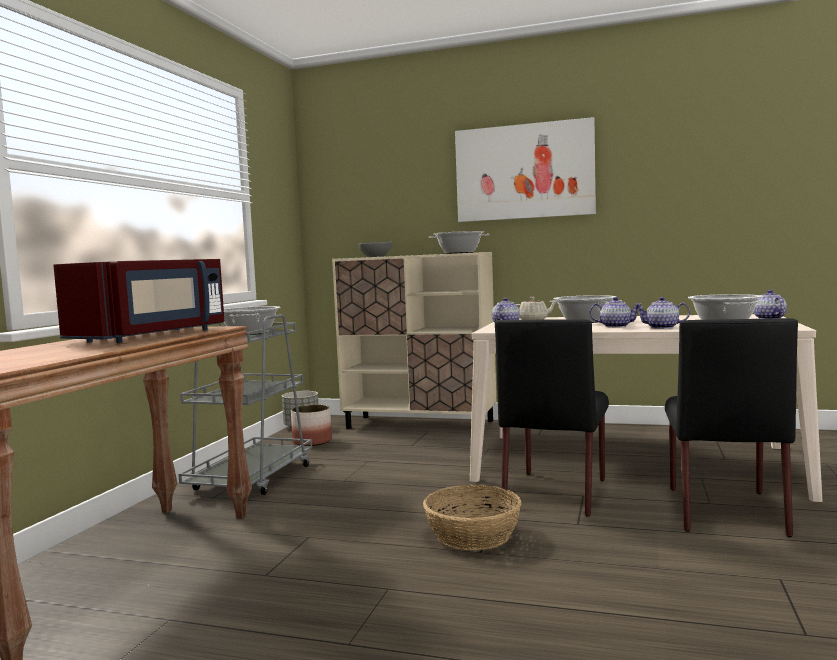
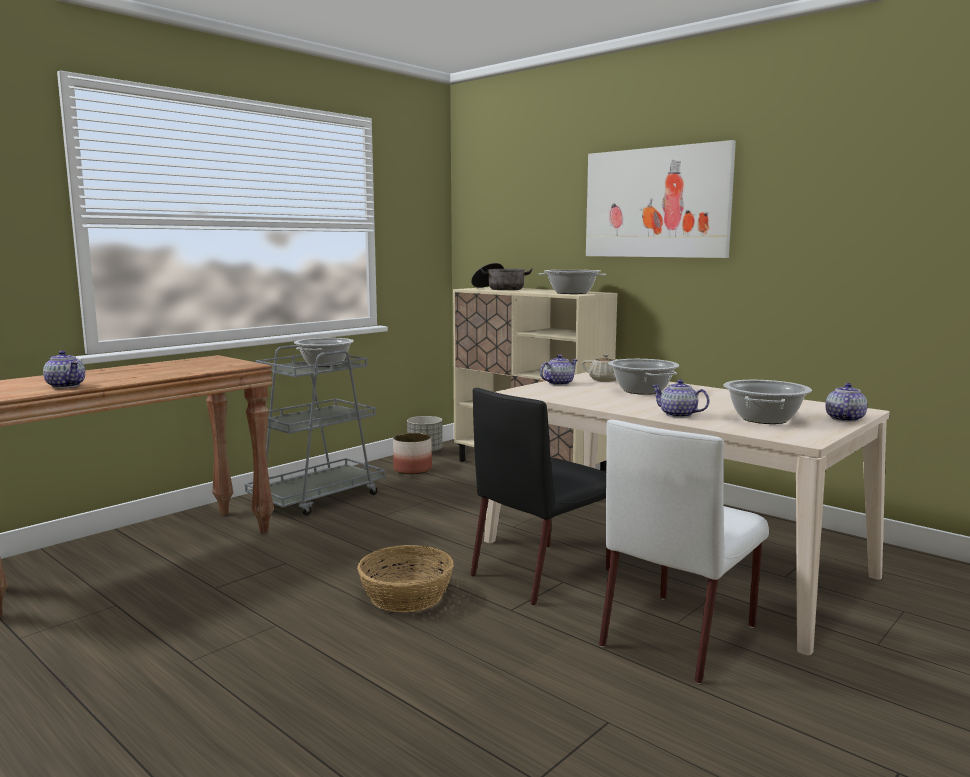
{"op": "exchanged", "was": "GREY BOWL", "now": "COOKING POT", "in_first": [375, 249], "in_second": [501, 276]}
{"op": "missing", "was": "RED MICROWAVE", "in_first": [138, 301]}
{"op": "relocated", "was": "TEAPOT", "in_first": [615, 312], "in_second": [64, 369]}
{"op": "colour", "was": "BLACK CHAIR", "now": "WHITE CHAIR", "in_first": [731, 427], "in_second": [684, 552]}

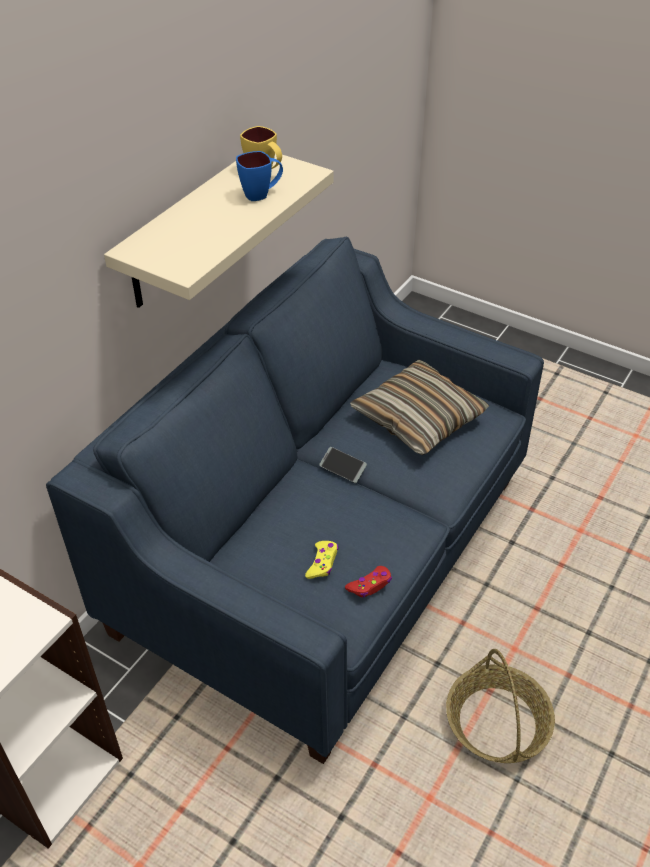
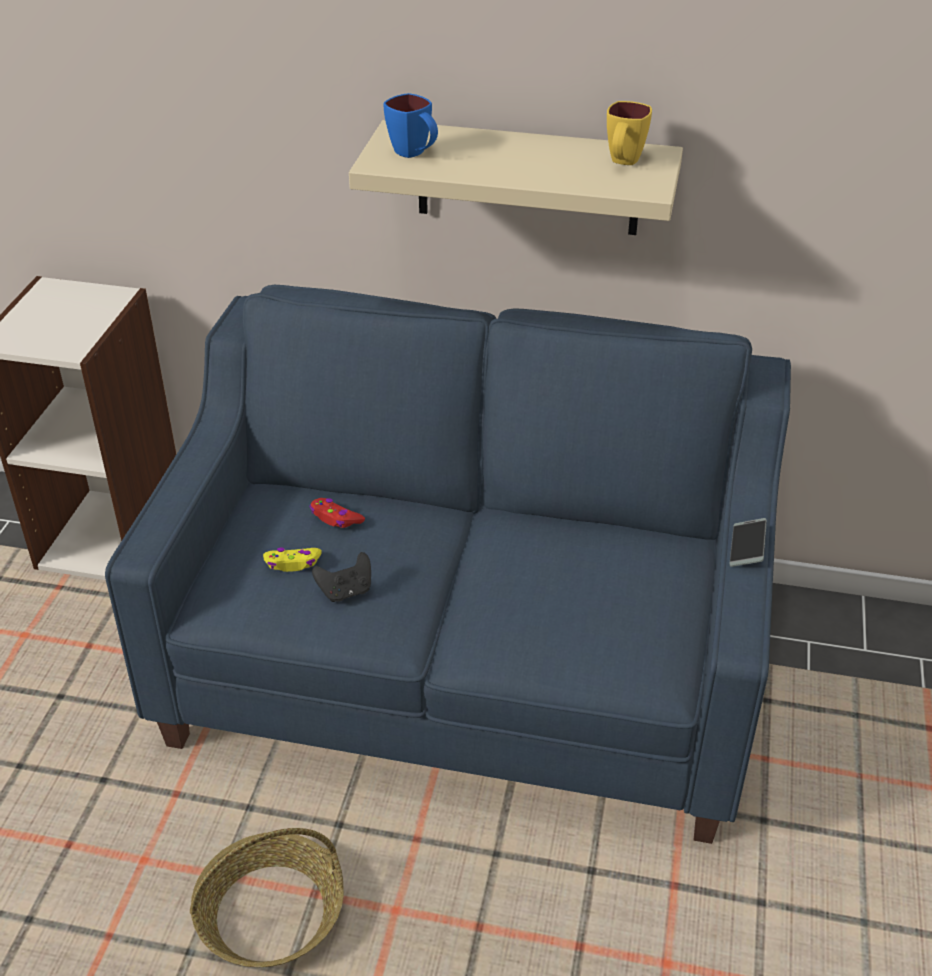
{"op": "relocated", "was": "BLUE MUG", "in_first": [259, 176], "in_second": [410, 125]}
{"op": "missing", "was": "PILLOW", "in_first": [419, 407]}
{"op": "relocated", "was": "PHONE", "in_first": [343, 465], "in_second": [748, 542]}
{"op": "relocated", "was": "RED GAME CONTROLLER", "in_first": [368, 582], "in_second": [337, 513]}
{"op": "appeared", "now": "BLACK GAME CONTROLLER", "in_second": [341, 577]}

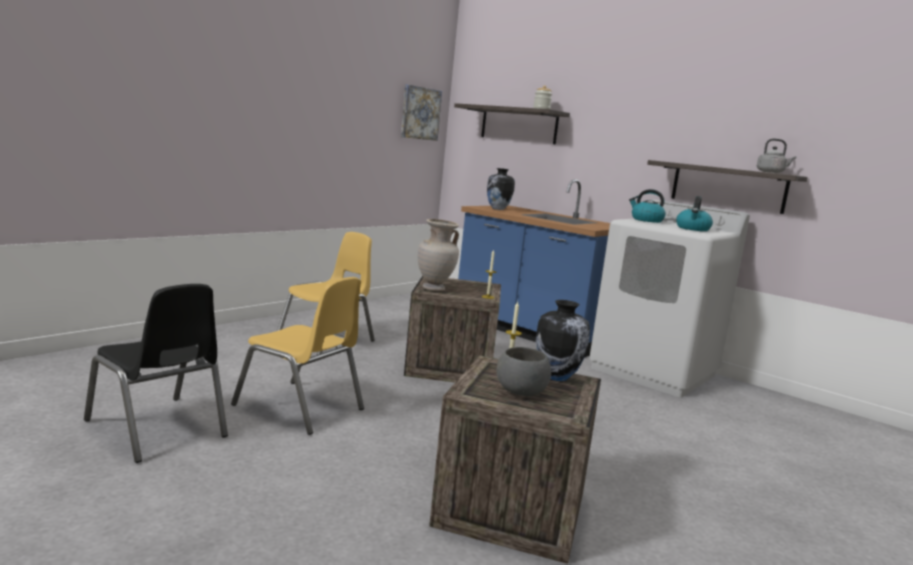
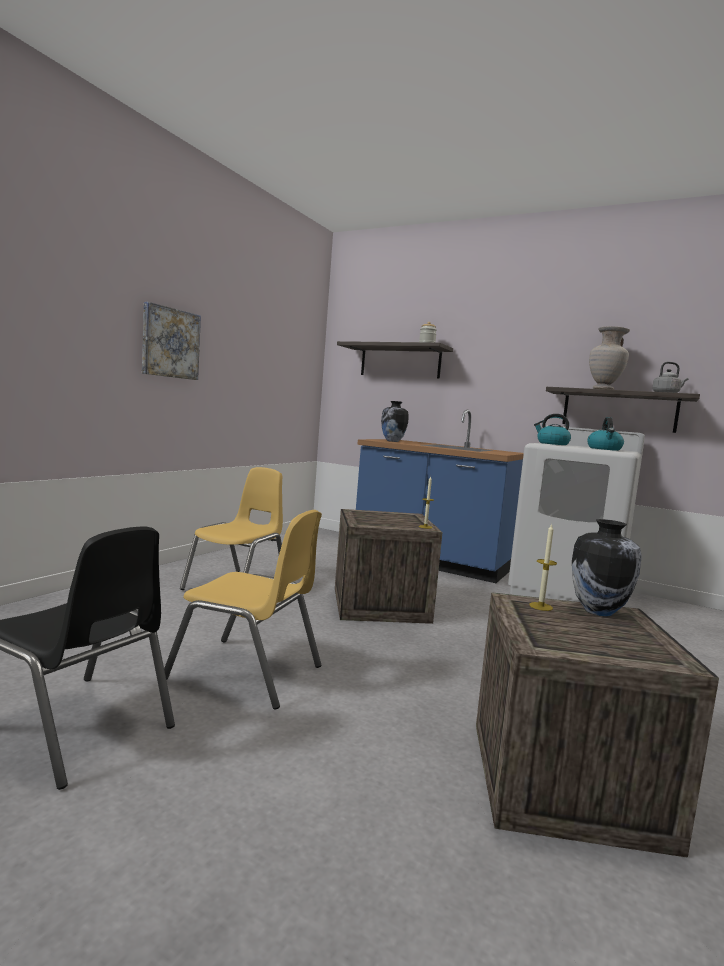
{"op": "relocated", "was": "PICTURE", "in_first": [421, 113], "in_second": [171, 341]}
{"op": "relocated", "was": "BEIGE VASE", "in_first": [438, 255], "in_second": [609, 358]}
{"op": "missing", "was": "GREY BOWL", "in_first": [523, 371]}

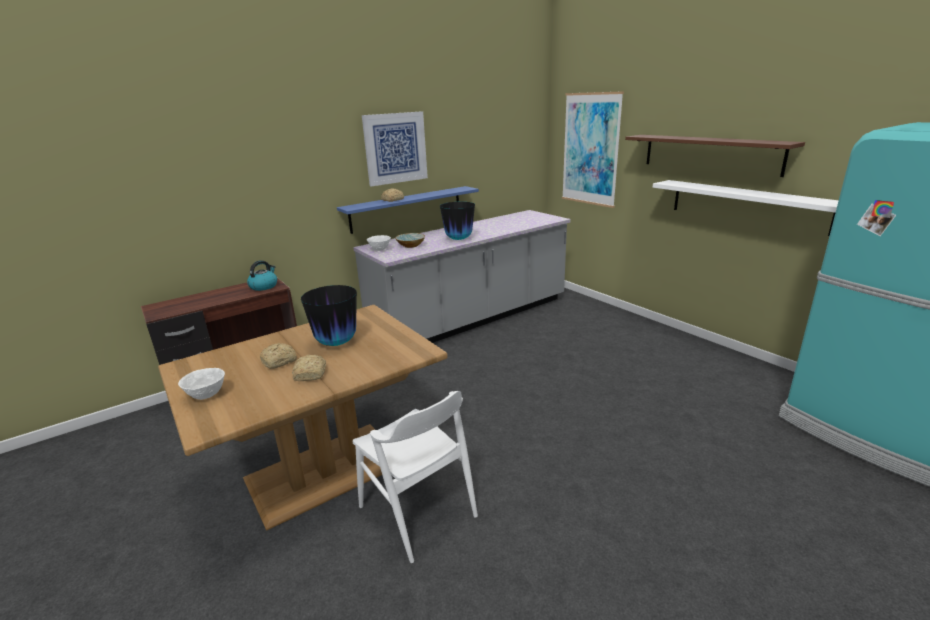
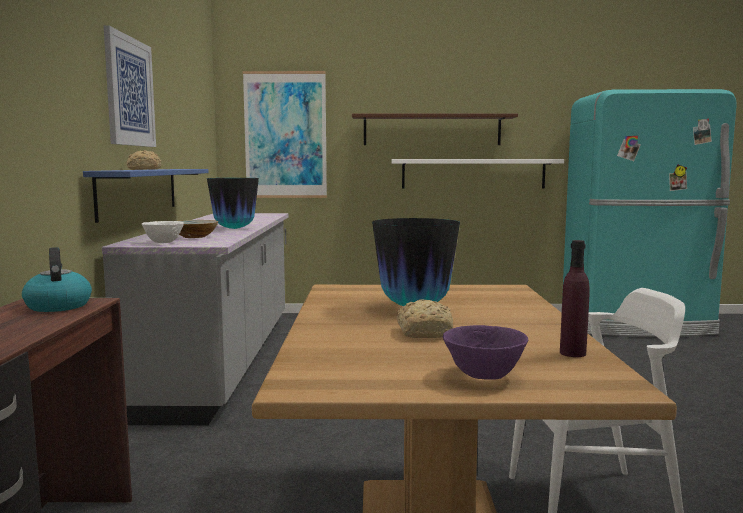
{"op": "missing", "was": "BREAD", "in_first": [309, 368]}
{"op": "colour", "was": "WHITE BOWL", "now": "PURPLE BOWL", "in_first": [201, 384], "in_second": [485, 352]}
{"op": "appeared", "now": "PURPLE BOTTLE", "in_second": [575, 298]}

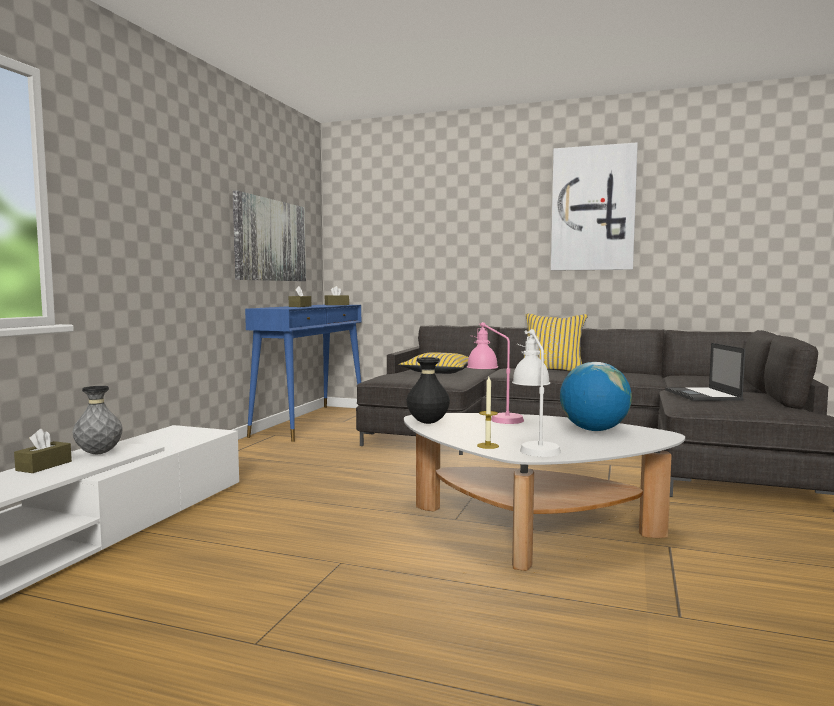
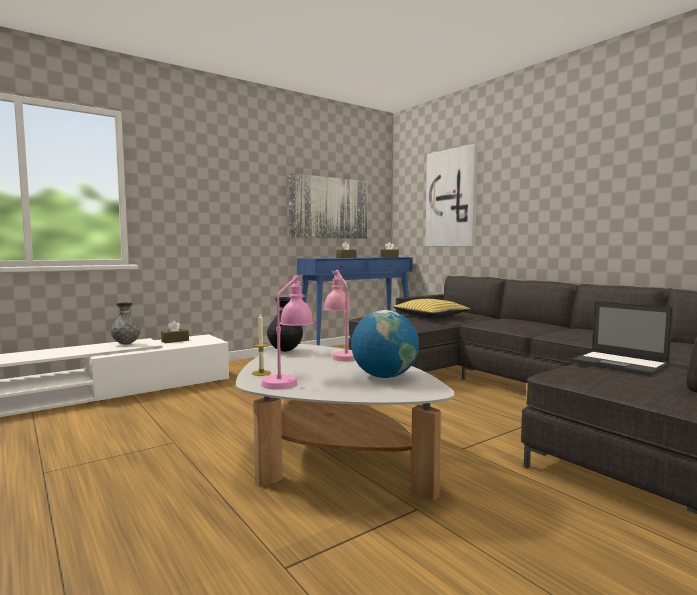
{"op": "relocated", "was": "PICTURE", "in_first": [594, 206], "in_second": [451, 194]}
{"op": "missing", "was": "YELLOW PILLOW", "in_first": [556, 342]}
{"op": "colour", "was": "WHITE TABLE LAMP", "now": "PINK TABLE LAMP", "in_first": [536, 393], "in_second": [287, 332]}
{"op": "spun", "was": "LAPTOP", "in_first": [705, 372], "in_second": [621, 338], "clockwise": -75}
{"op": "relocated", "was": "BROWN TISSUE BOX", "in_first": [43, 451], "in_second": [175, 332]}

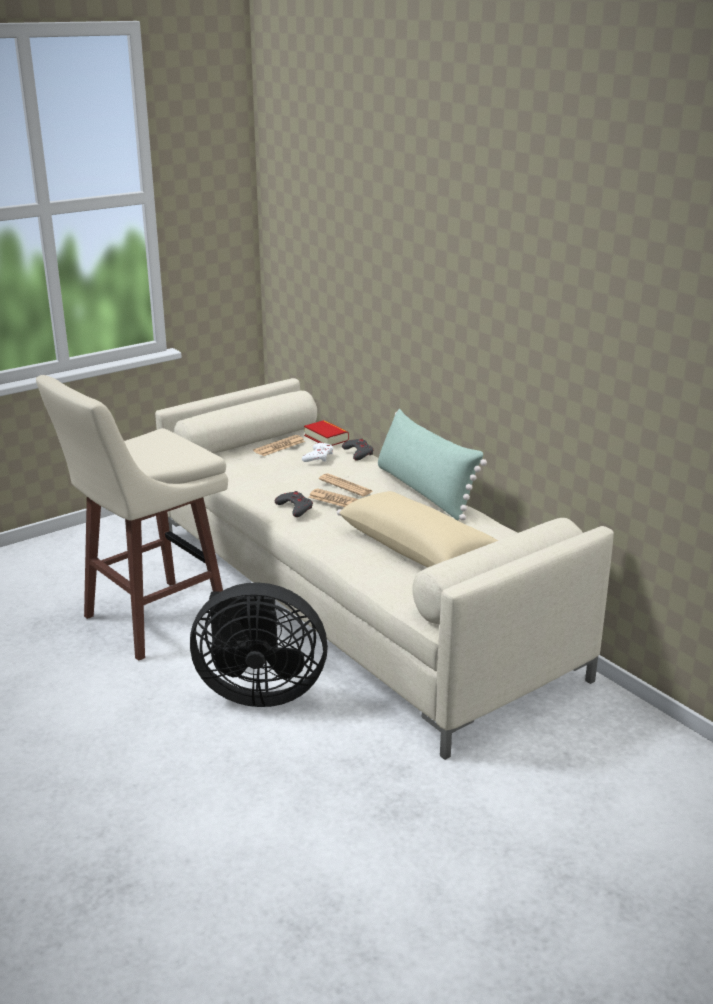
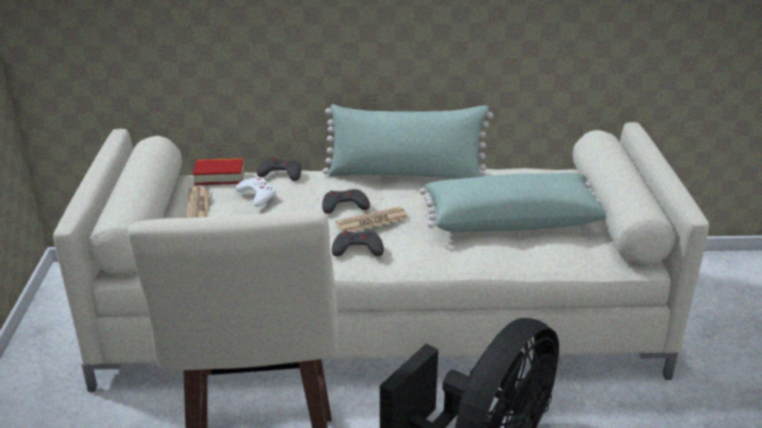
{"op": "exchanged", "was": "NEWSPAPER", "now": "GREY GAME CONTROLLER", "in_first": [346, 484], "in_second": [346, 201]}
{"op": "colour", "was": "BEIGE PILLOW", "now": "GREEN PILLOW", "in_first": [417, 529], "in_second": [513, 202]}

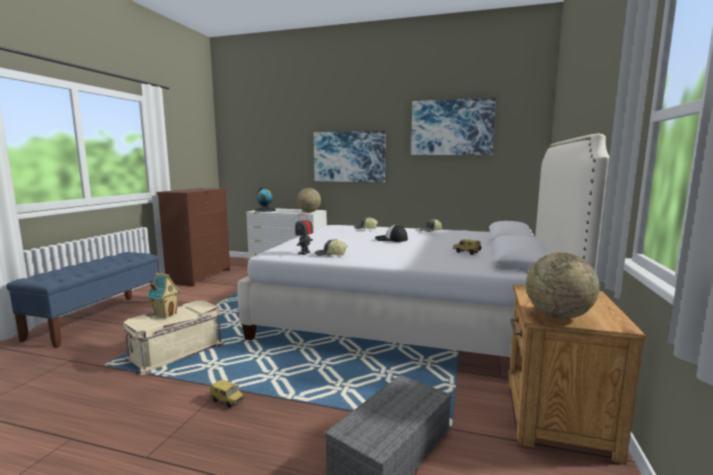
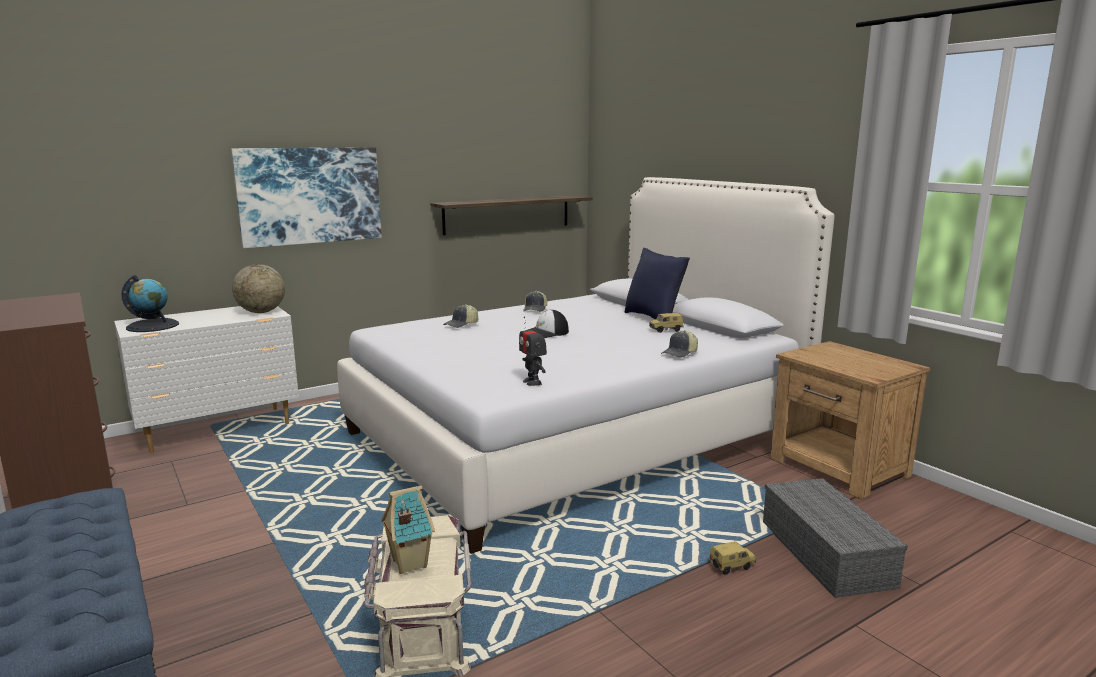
{"op": "missing", "was": "PICTURE", "in_first": [453, 126]}
{"op": "relocated", "was": "CAP", "in_first": [331, 247], "in_second": [679, 344]}
{"op": "missing", "was": "GLOBE", "in_first": [563, 285]}
{"op": "relocated", "was": "TOY CAR", "in_first": [227, 394], "in_second": [733, 558]}
{"op": "appeared", "now": "SHELF", "in_second": [511, 215]}
{"op": "appeared", "now": "BLUE PILLOW", "in_second": [657, 283]}

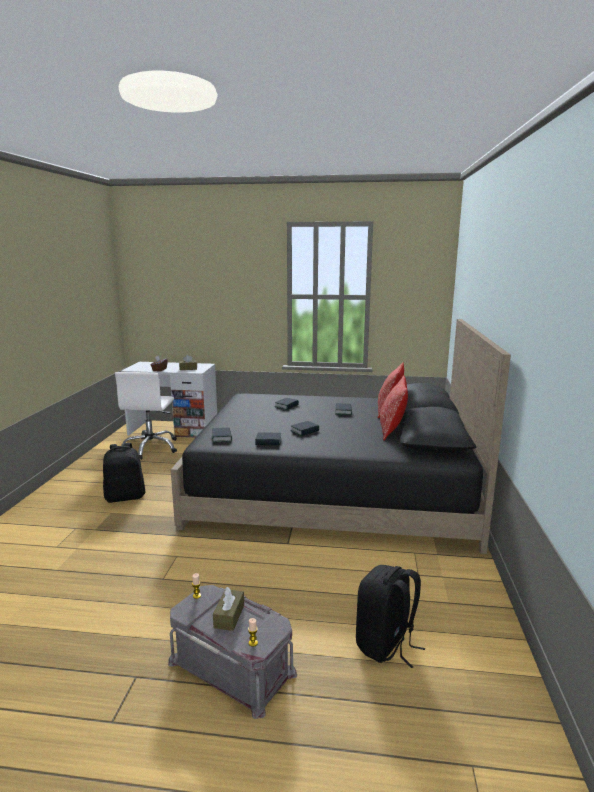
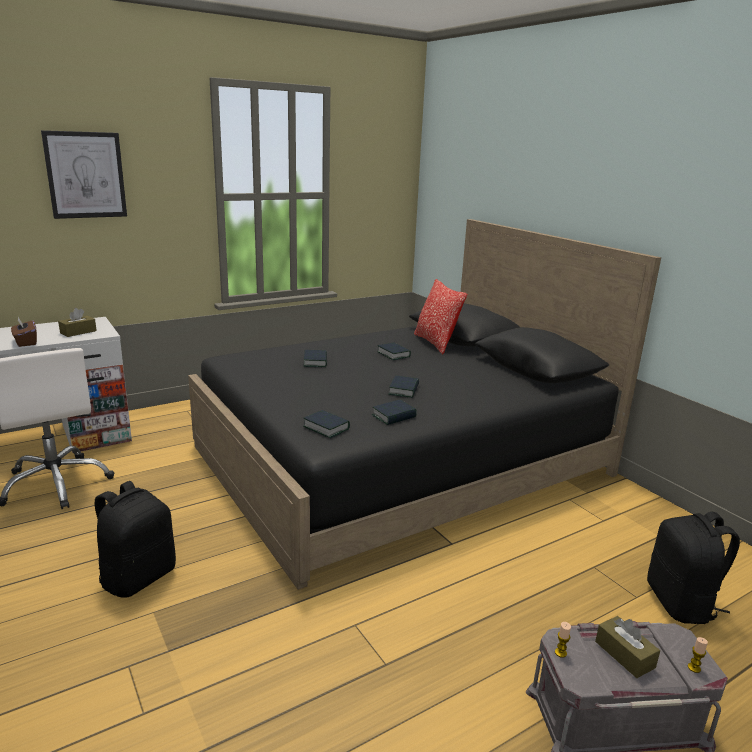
{"op": "missing", "was": "PILLOW", "in_first": [394, 408]}
{"op": "appeared", "now": "PICTURE", "in_second": [84, 174]}

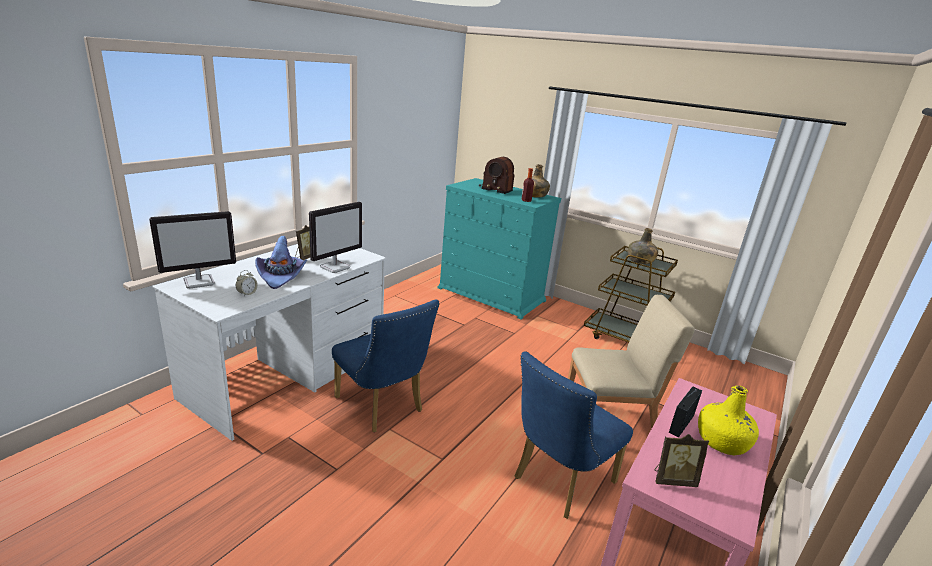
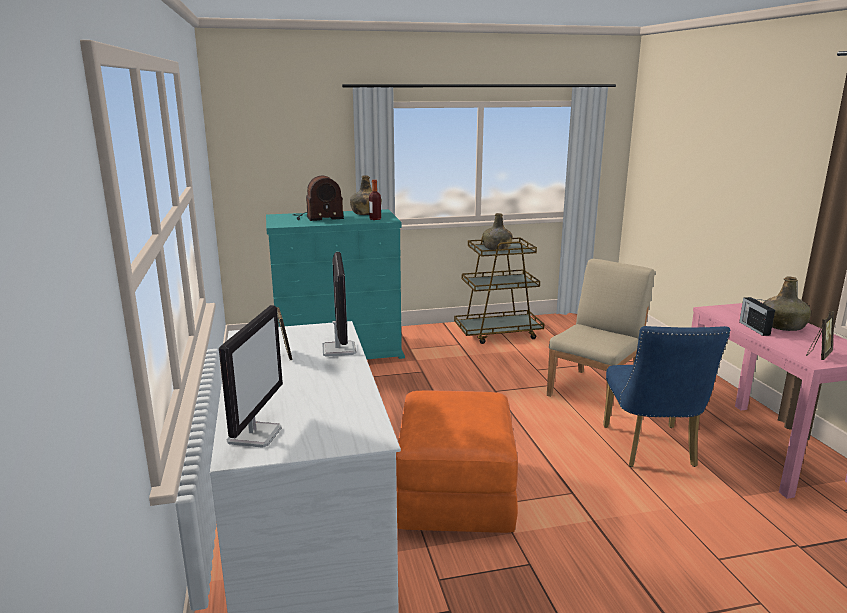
{"op": "missing", "was": "PURPLE HAT", "in_first": [281, 262]}
{"op": "missing", "was": "ALARM CLOCK", "in_first": [247, 283]}
{"op": "exchanged", "was": "BLUE CHAIR", "now": "ORANGE OTTOMAN", "in_first": [385, 365], "in_second": [457, 462]}
{"op": "colour", "was": "YELLOW BOTTLE", "now": "GREEN BOTTLE", "in_first": [728, 420], "in_second": [787, 303]}

